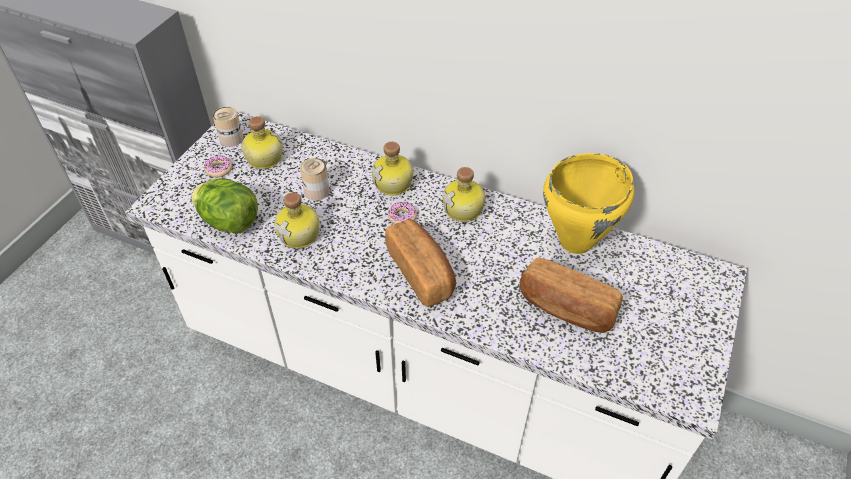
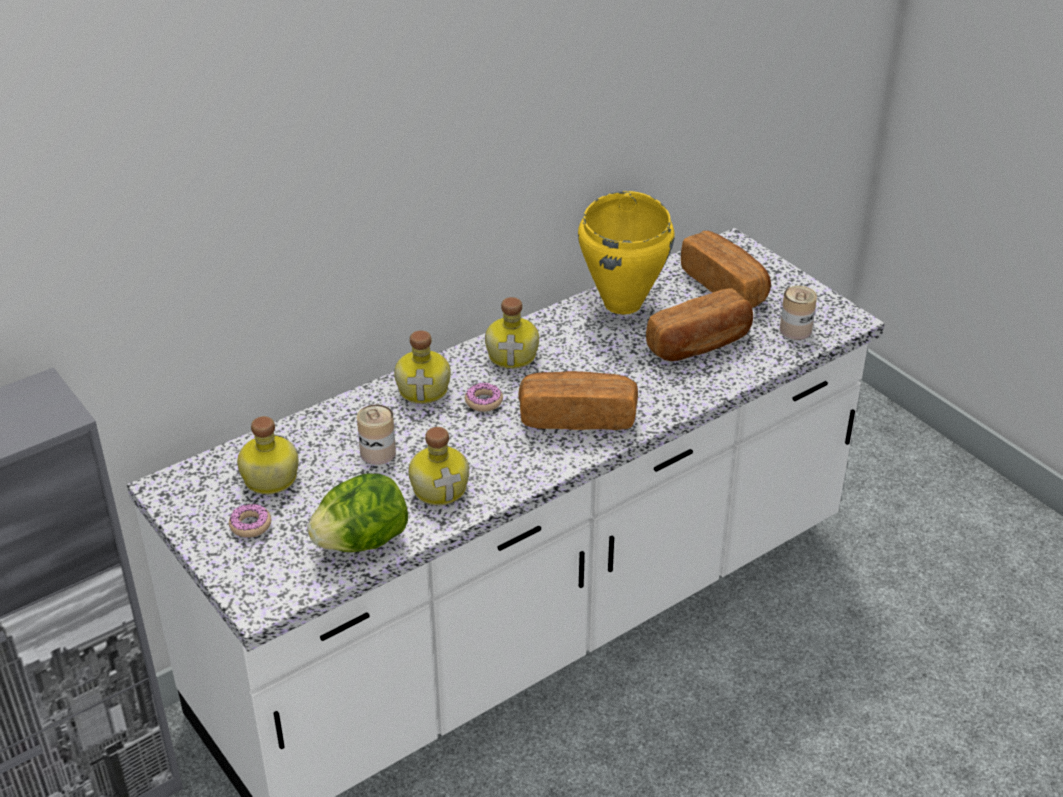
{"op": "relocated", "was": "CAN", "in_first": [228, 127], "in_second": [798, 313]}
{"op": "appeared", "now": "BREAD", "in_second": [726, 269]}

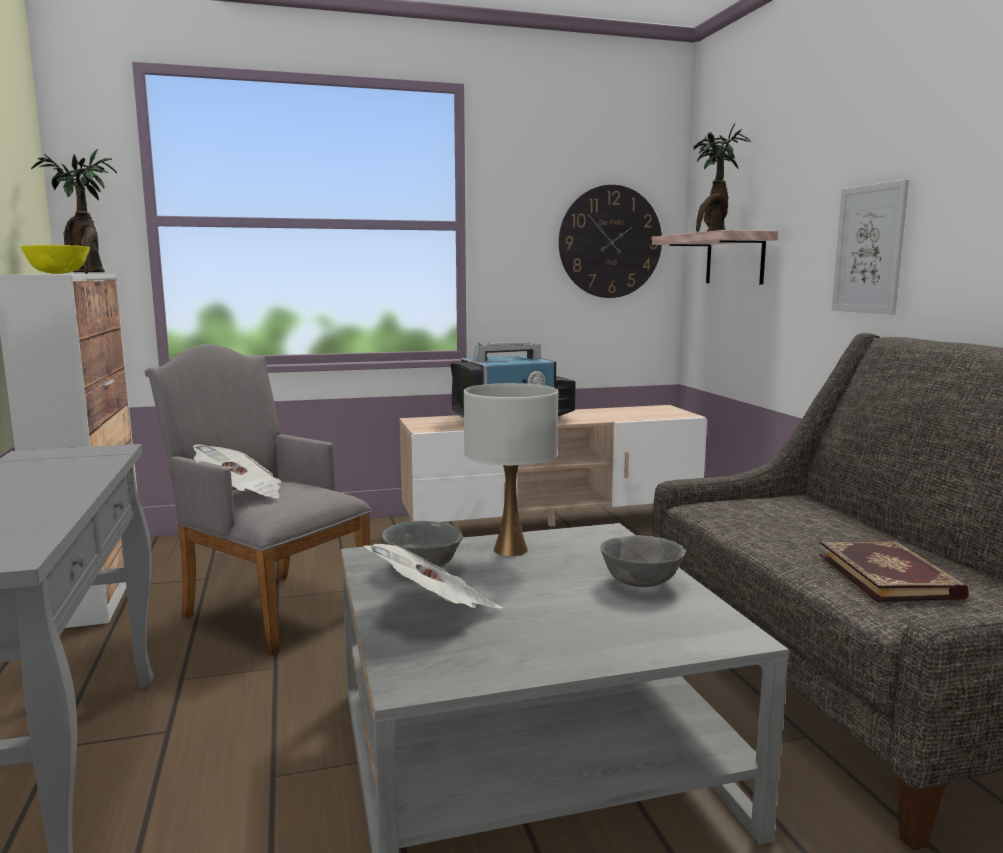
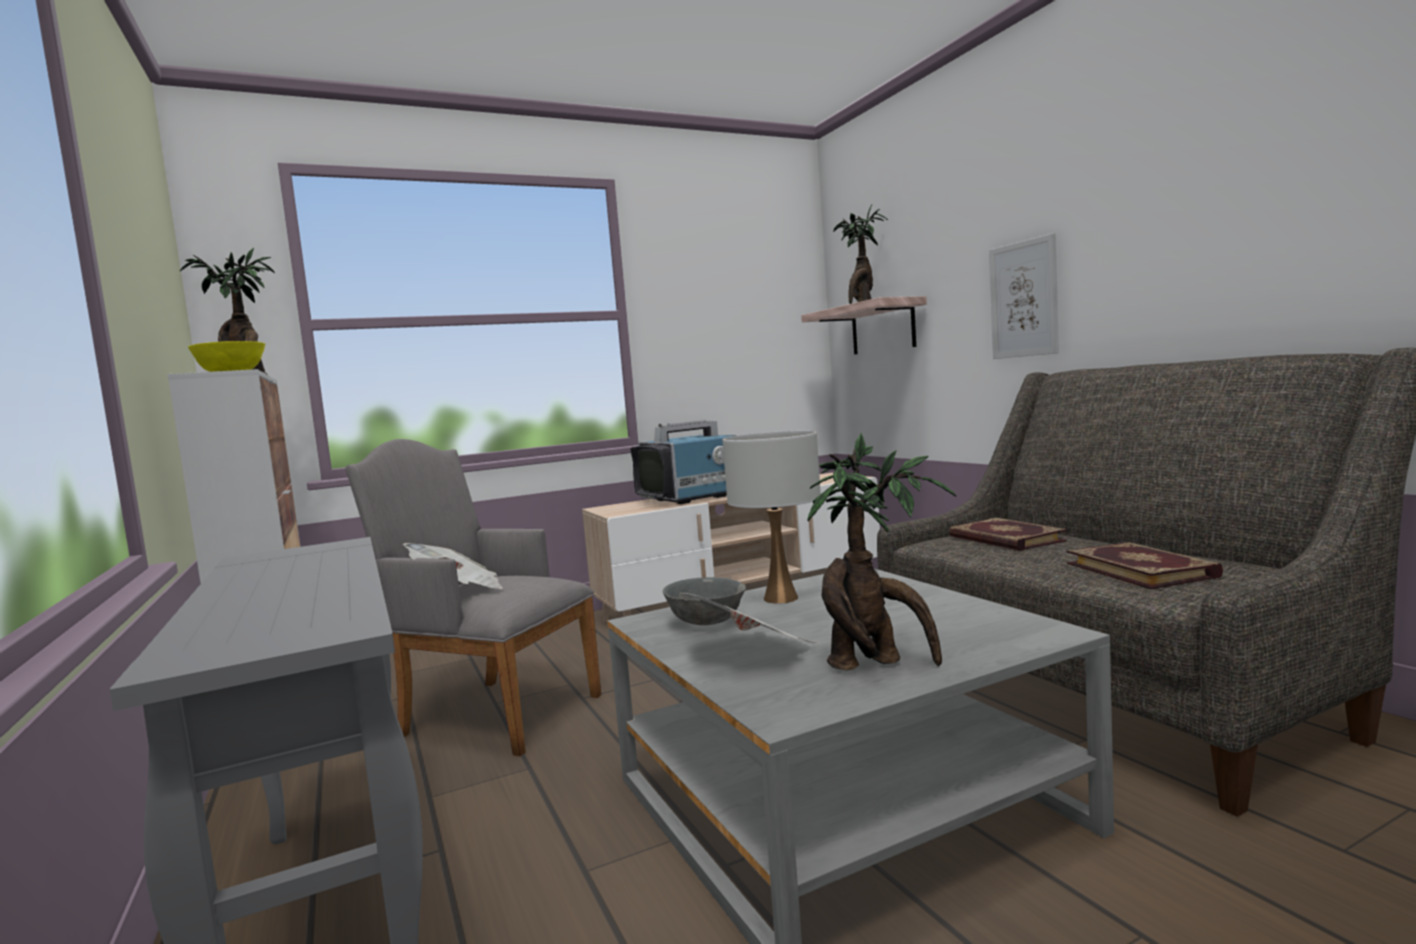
{"op": "missing", "was": "WALL CLOCK", "in_first": [610, 241]}
{"op": "missing", "was": "GREY BOWL", "in_first": [643, 561]}
{"op": "appeared", "now": "POTTED PLANT", "in_second": [881, 551]}
{"op": "appeared", "now": "BOOK", "in_second": [1008, 534]}

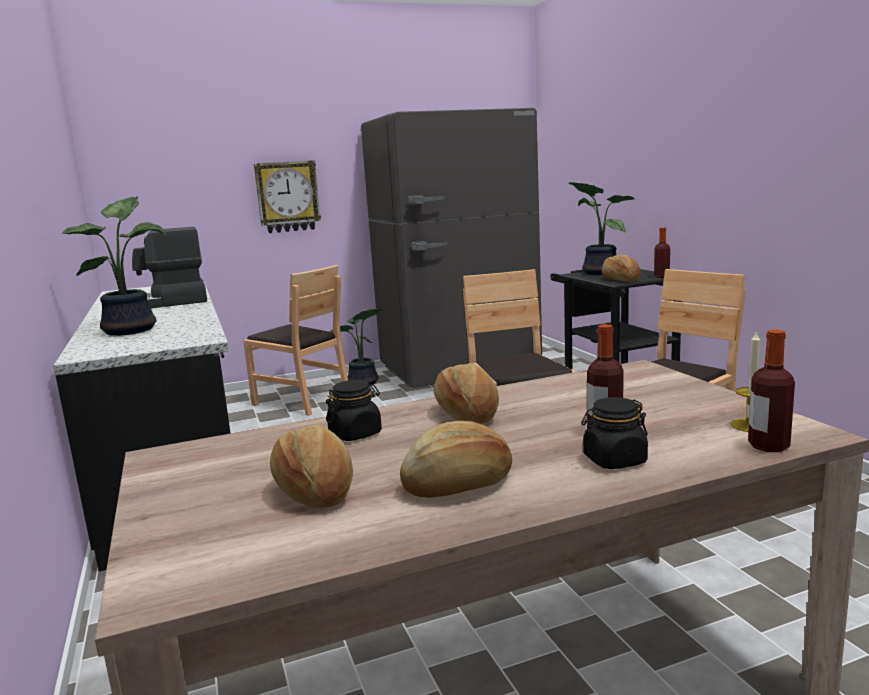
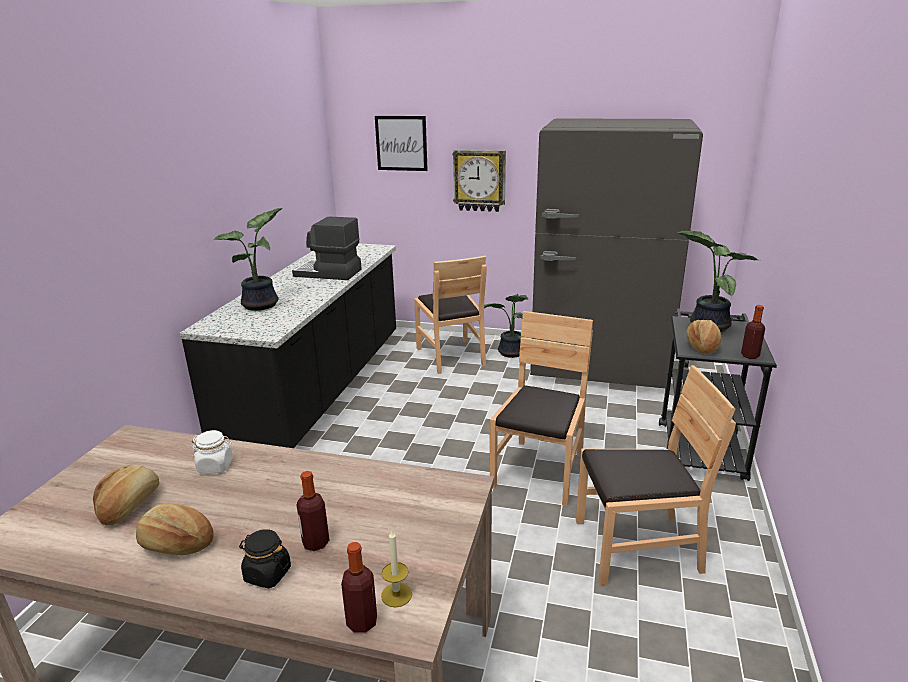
{"op": "missing", "was": "BREAD", "in_first": [466, 393]}
{"op": "colour", "was": "BLACK JAR", "now": "WHITE JAR", "in_first": [354, 410], "in_second": [212, 451]}
{"op": "appeared", "now": "PICTURE", "in_second": [401, 143]}

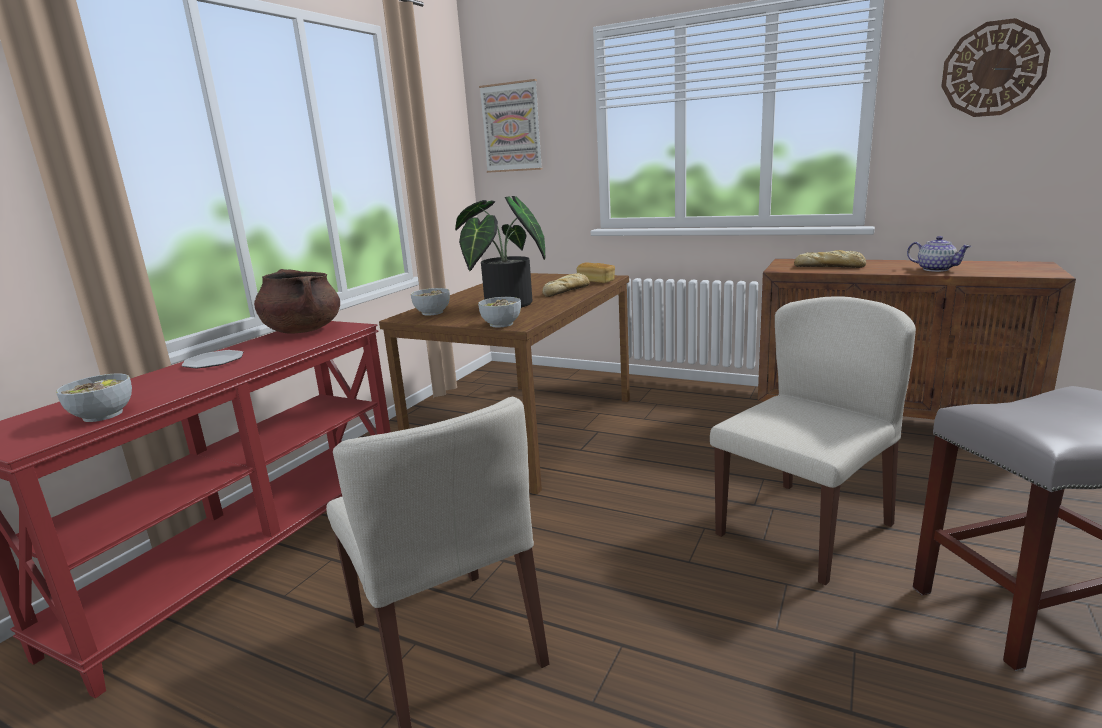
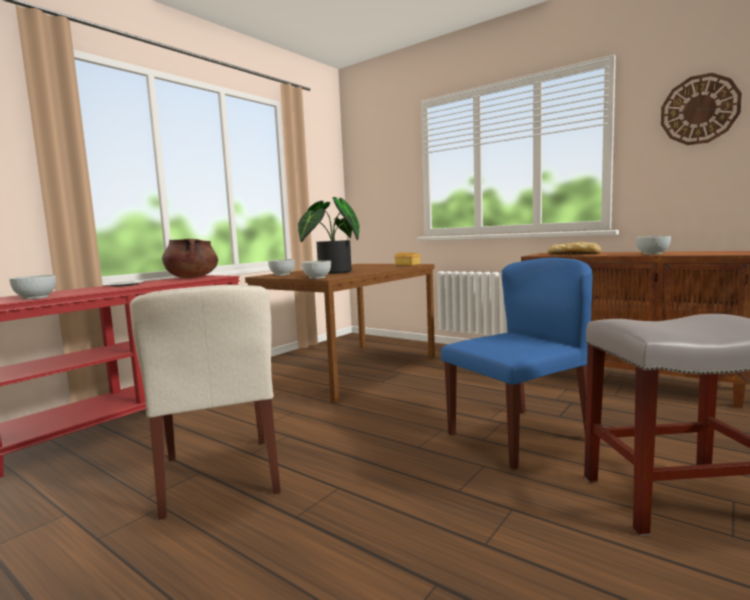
{"op": "missing", "was": "PICTURE", "in_first": [510, 126]}
{"op": "exchanged", "was": "TEAPOT", "now": "BOWL", "in_first": [939, 254], "in_second": [653, 245]}
{"op": "missing", "was": "BREAD", "in_first": [566, 285]}
{"op": "colour", "was": "BEIGE CHAIR", "now": "BLUE CHAIR", "in_first": [813, 441], "in_second": [516, 363]}

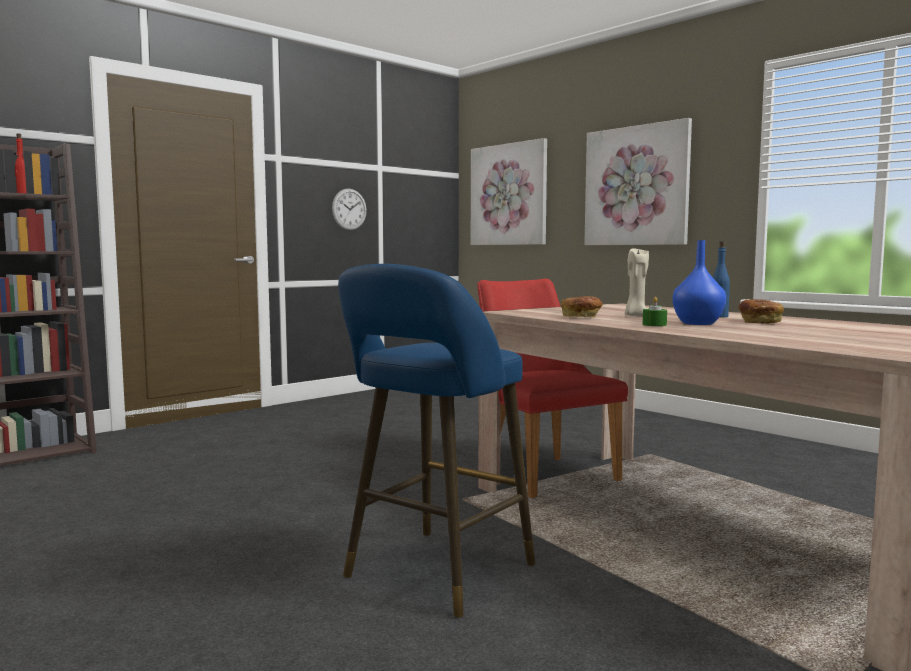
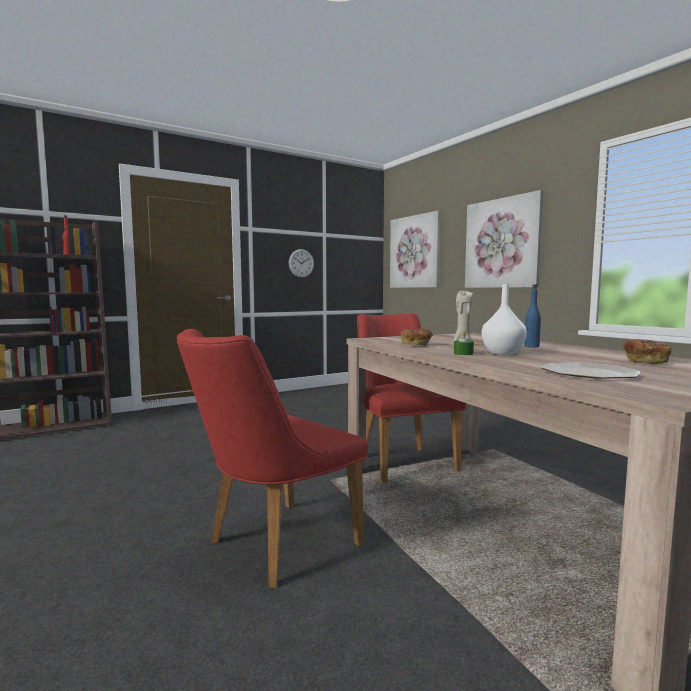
{"op": "colour", "was": "BLUE VASE", "now": "WHITE VASE", "in_first": [699, 282], "in_second": [504, 319]}
{"op": "exchanged", "was": "BLUE STOOL", "now": "RED CHAIR", "in_first": [436, 441], "in_second": [272, 458]}
{"op": "relocated", "was": "BREAD", "in_first": [761, 311], "in_second": [647, 351]}
{"op": "appeared", "now": "PLATE", "in_second": [591, 370]}

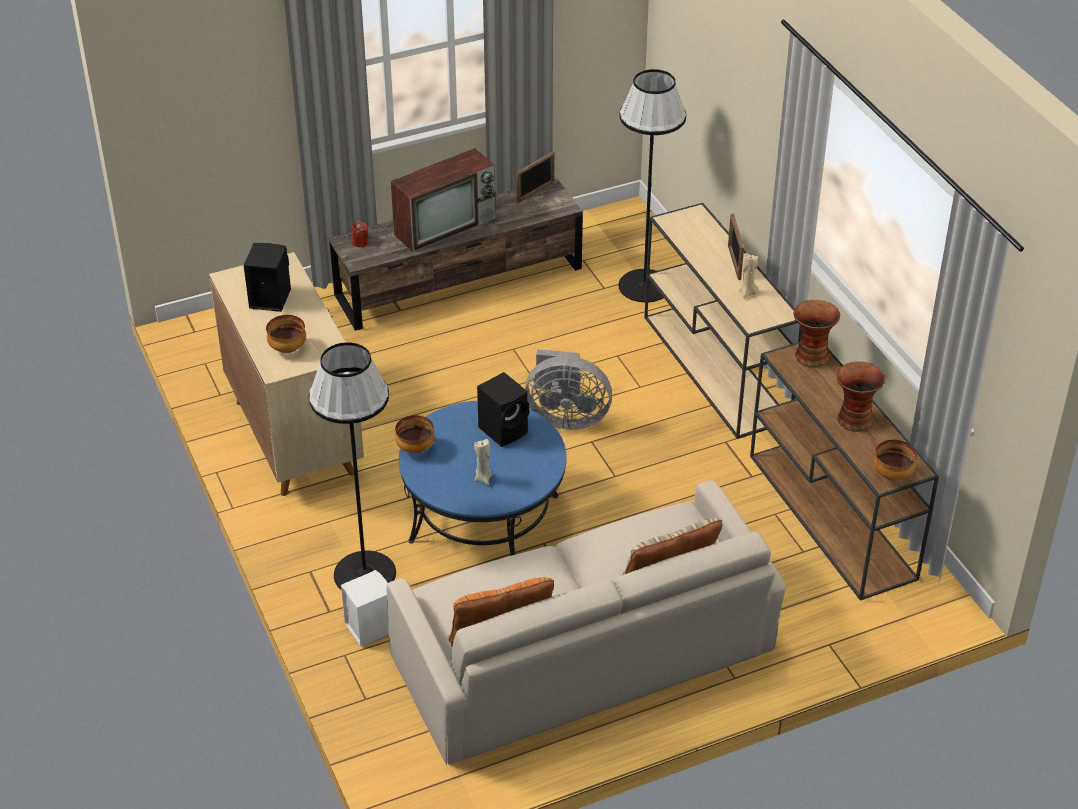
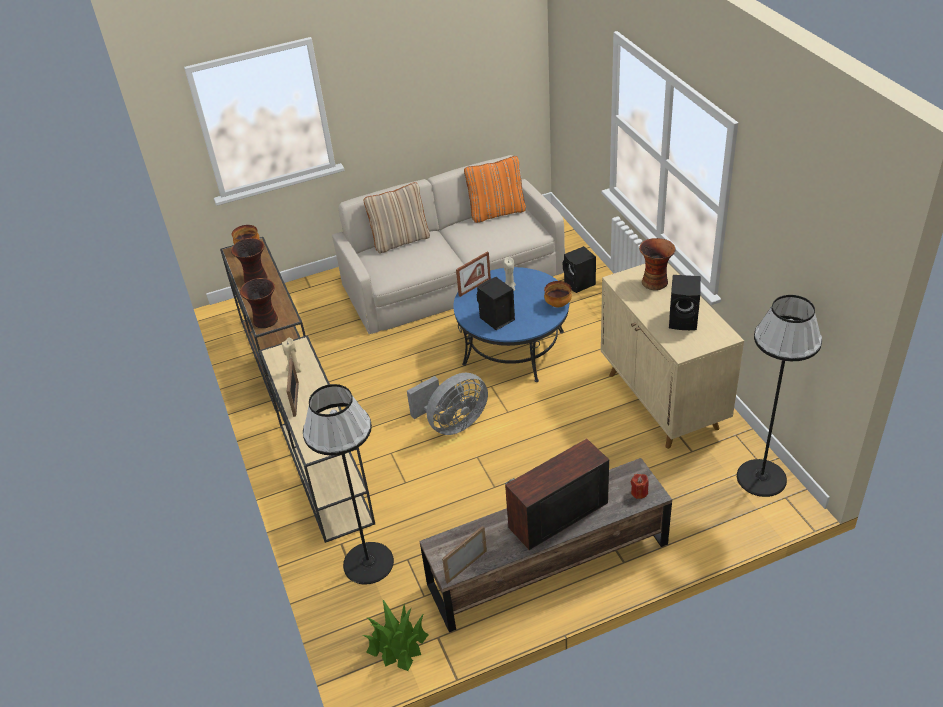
{"op": "exchanged", "was": "BOWL", "now": "VASE", "in_first": [286, 334], "in_second": [657, 264]}
{"op": "relocated", "was": "BLACK FLOOR LAMP", "in_first": [352, 466], "in_second": [779, 396]}
{"op": "spun", "was": "GREY FAN", "in_first": [568, 389], "in_second": [447, 404], "clockwise": 135}
{"op": "colour", "was": "WHITE SPEAKER", "now": "BLACK SPEAKER", "in_first": [365, 608], "in_second": [579, 269]}
{"op": "appeared", "now": "PICTURE FRAME", "in_second": [473, 274]}
{"op": "appeared", "now": "POTTED PLANT", "in_second": [396, 635]}

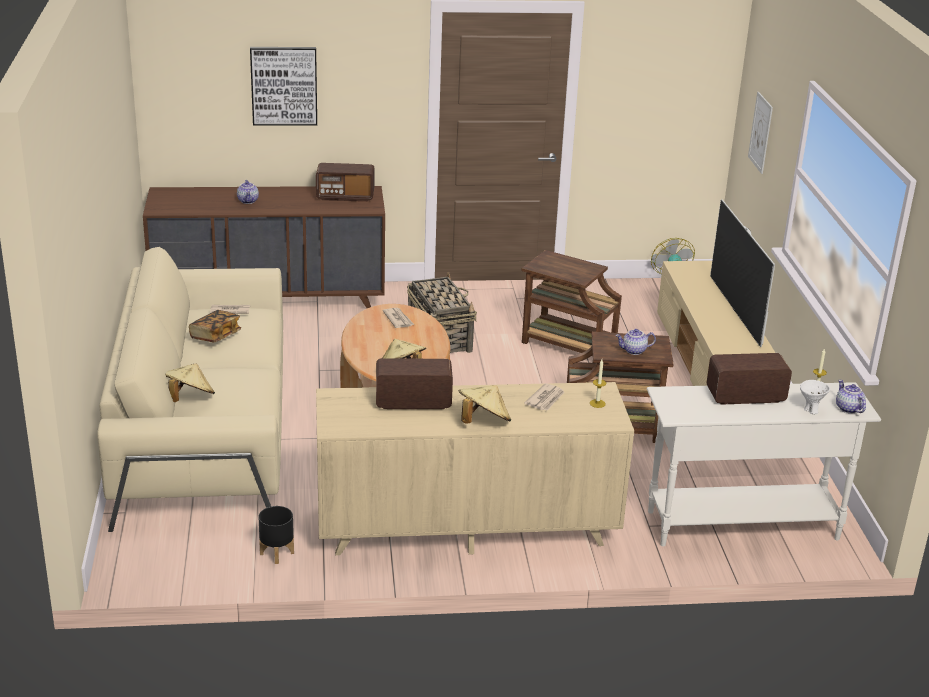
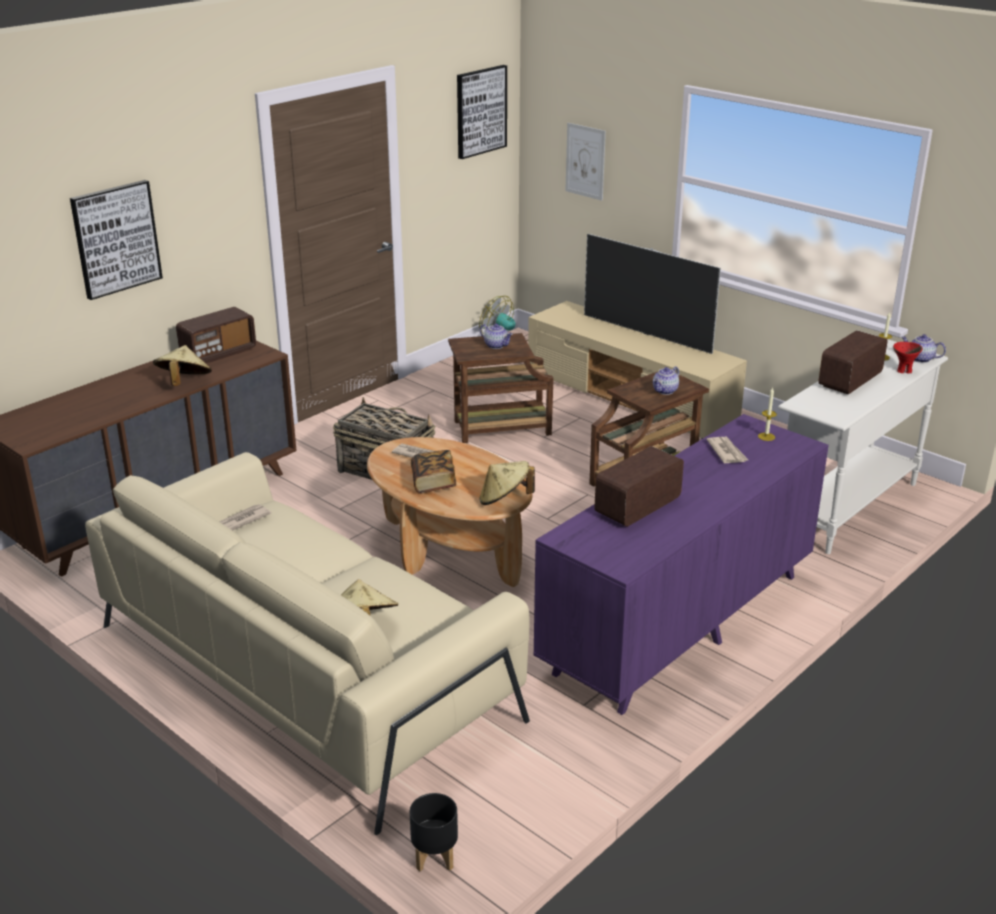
{"op": "relocated", "was": "TEAPOT", "in_first": [248, 192], "in_second": [496, 336]}
{"op": "relocated", "was": "BOOK", "in_first": [215, 326], "in_second": [433, 472]}
{"op": "colour", "was": "WHITE BOWL", "now": "RED BOWL", "in_first": [815, 397], "in_second": [908, 358]}
{"op": "colour", "was": "BEIGE DRESSER", "now": "PURPLE DRESSER", "in_first": [475, 468], "in_second": [681, 564]}
{"op": "relocated", "was": "BEIGE HAT", "in_first": [485, 404], "in_second": [182, 365]}
{"op": "relocated", "was": "BLACK PLANTER", "in_first": [276, 535], "in_second": [434, 832]}
{"op": "appeared", "now": "PICTURE", "in_second": [482, 112]}

